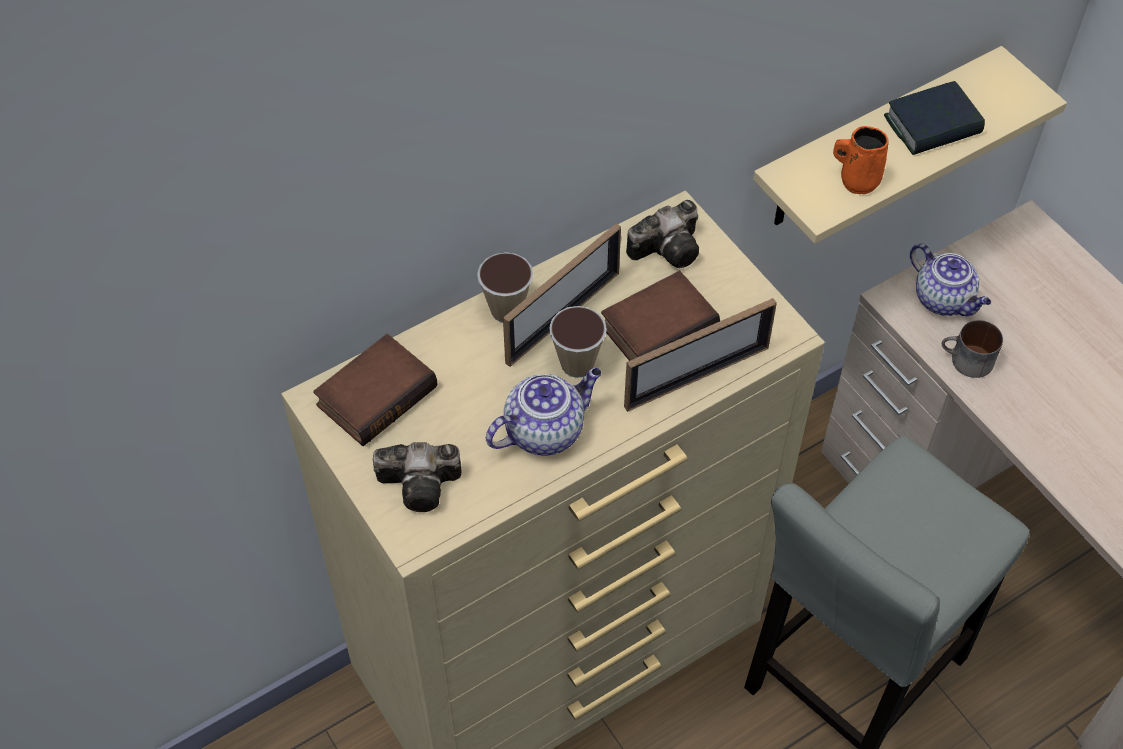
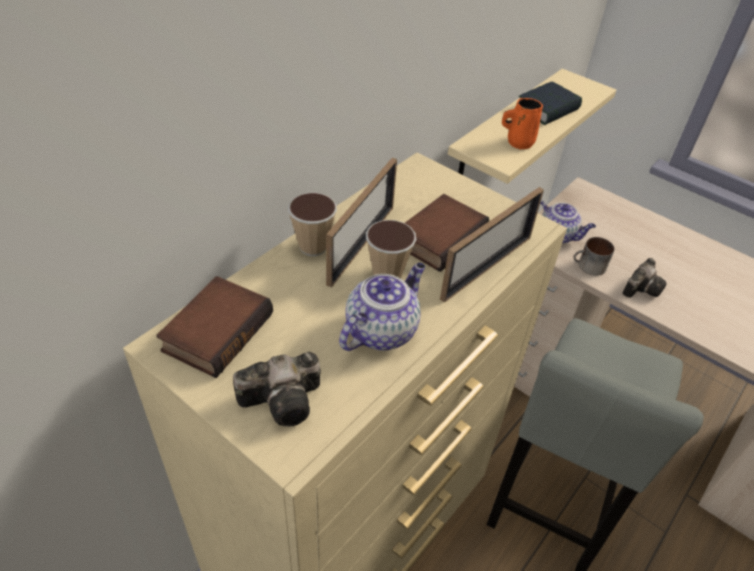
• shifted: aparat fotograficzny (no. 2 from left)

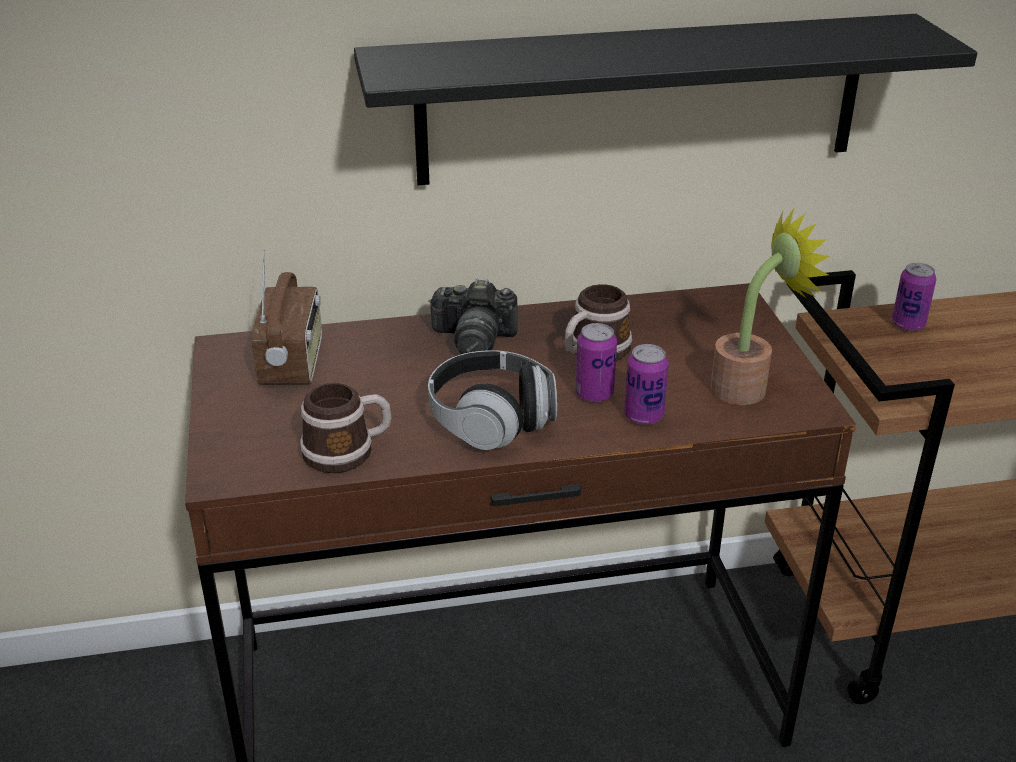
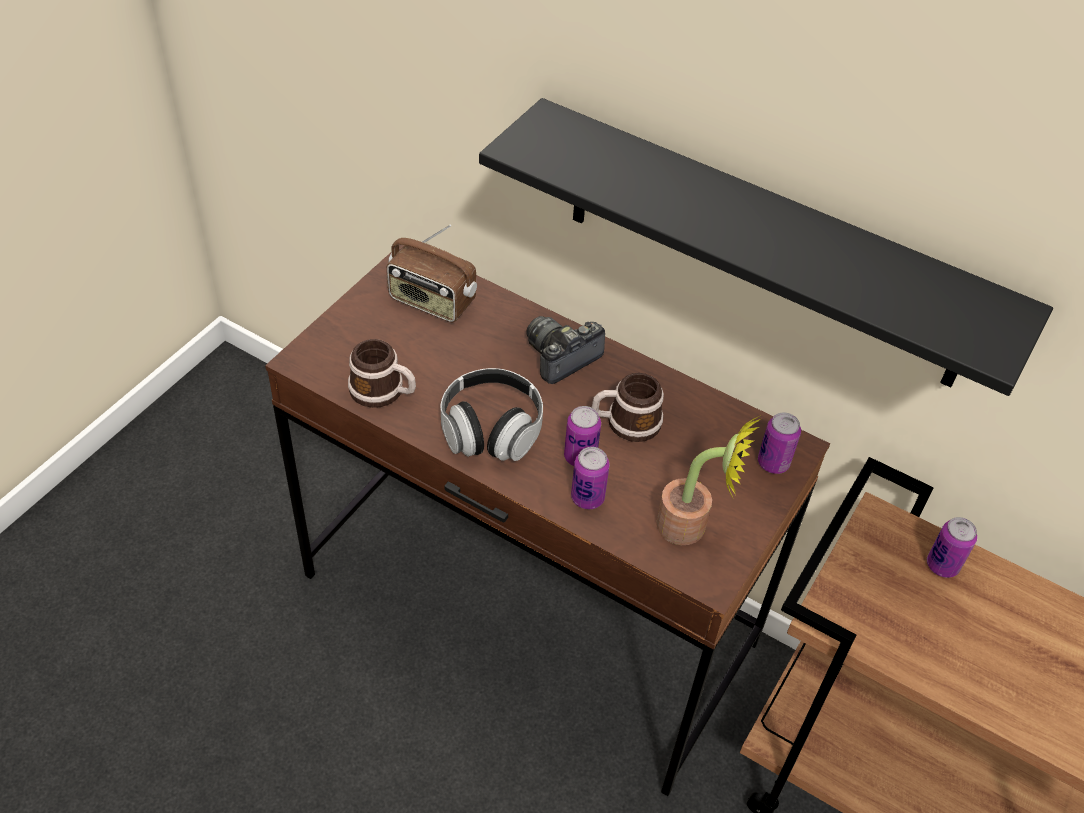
• rotated: radio 75 degrees clockwise
• rotated: aparat fotograficzny 90 degrees clockwise
• new: puszka (no. 3 from left)

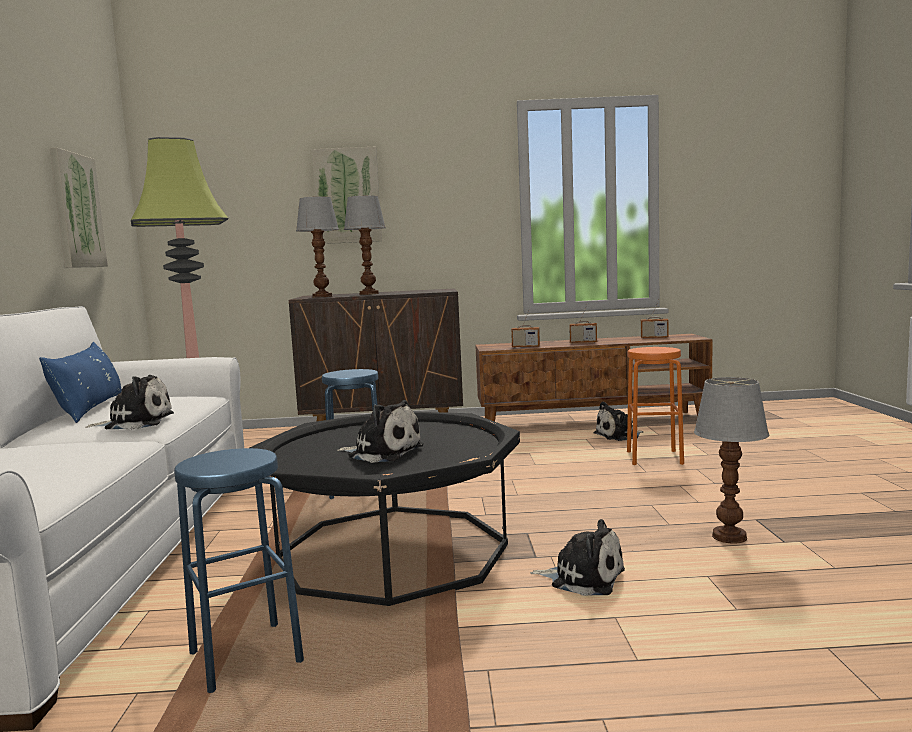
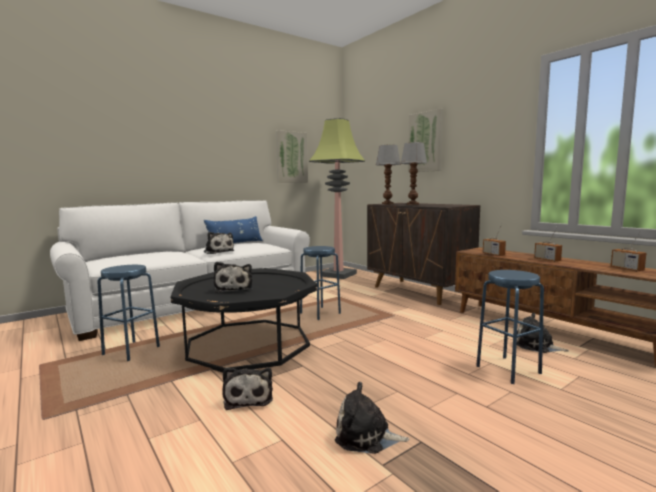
• repainted: stołek/pomarańczowy to stołek/niebieski (no. 3 from left)
• swapped: lampa stołowa (no. 3 from left) to pluszak (no. 4 from left)

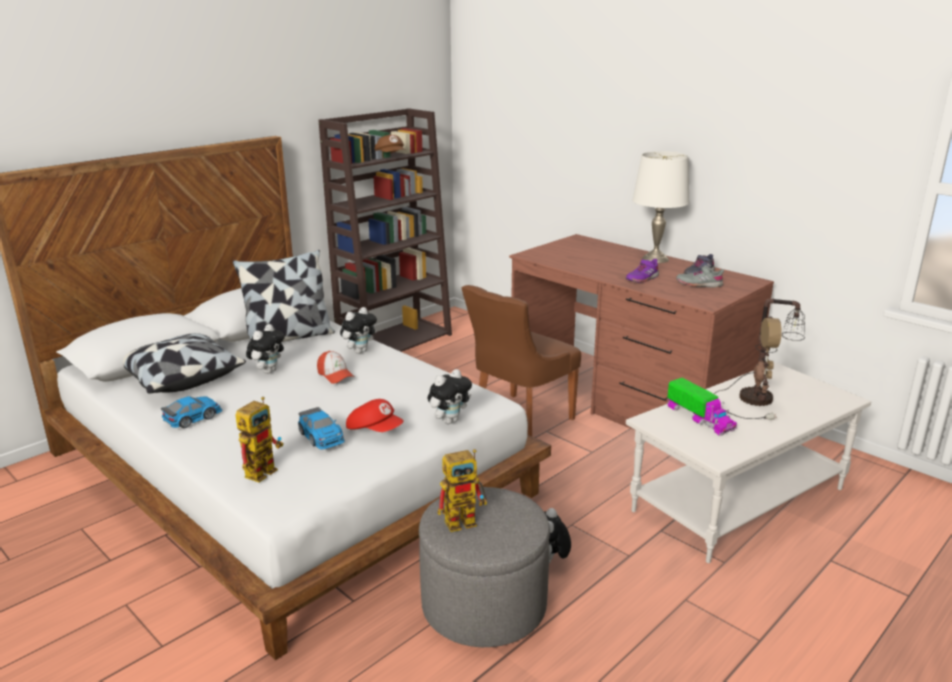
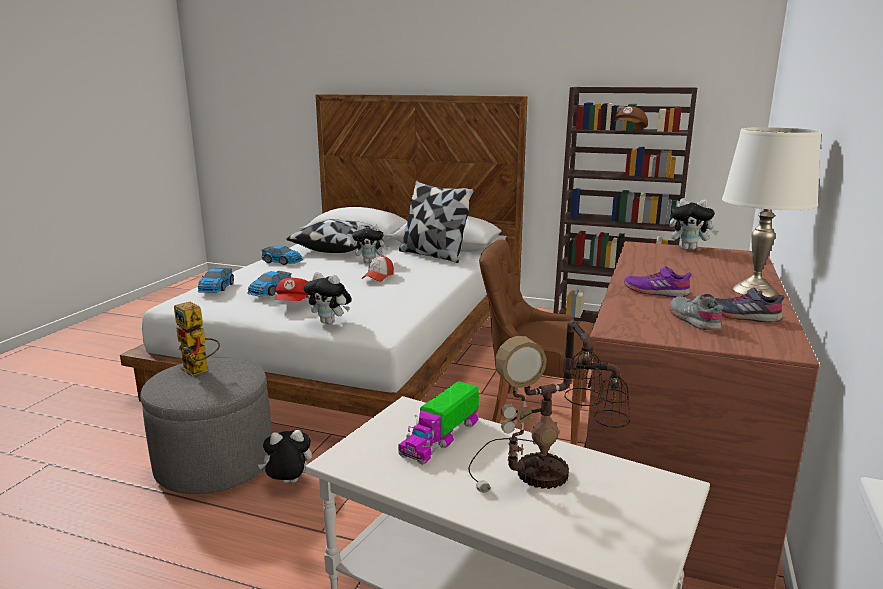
• shifted: pluszak (no. 2 from left in the first image) to pluszak (no. 4 from left)
• swapped: robot zabawkowy (no. 1 from left) to samochodzik (no. 1 from left)

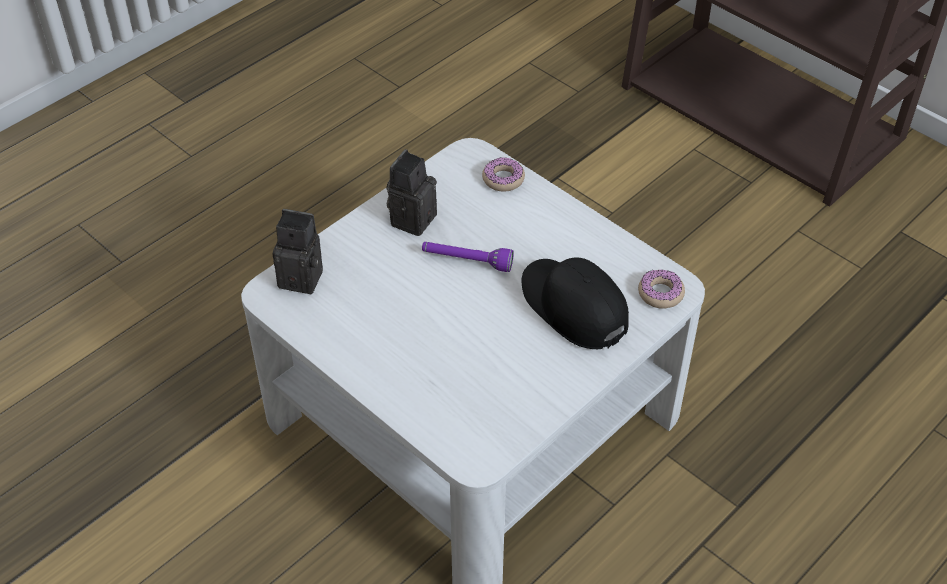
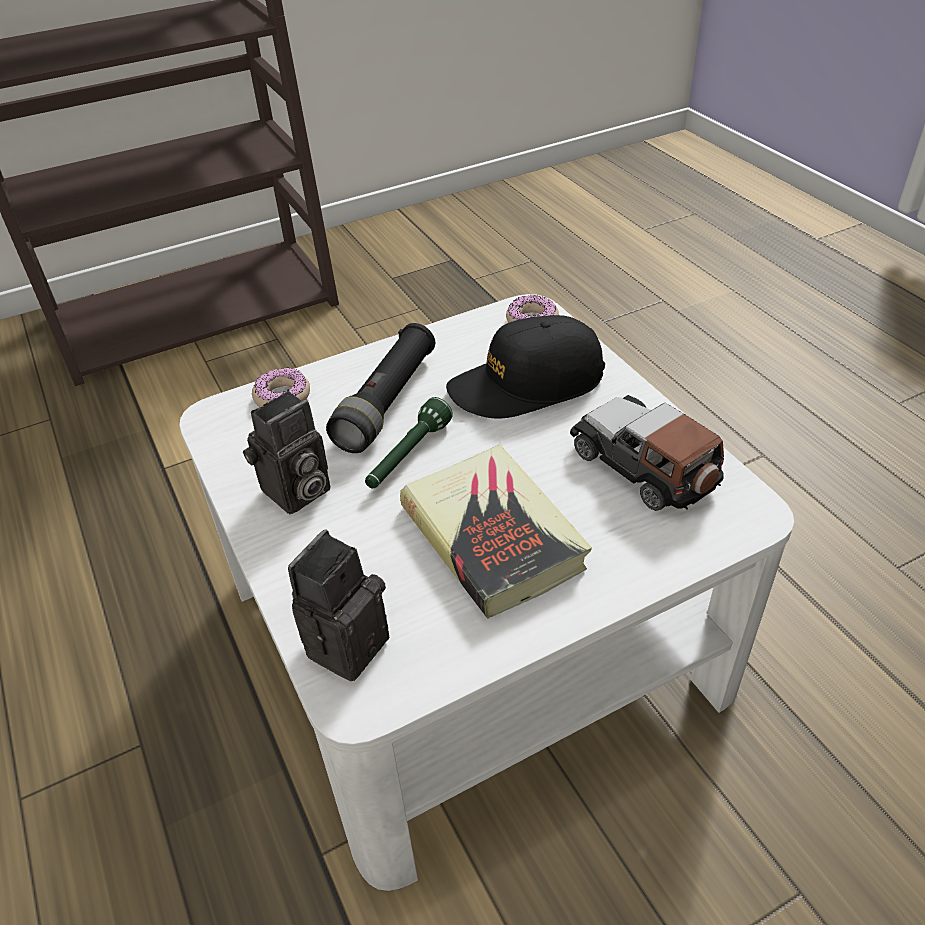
• rotated: aparat fotograficzny (no. 2 from left in the first image) 90 degrees counterclockwise
• repainted: latarka/fioletowy to latarka/zielony
• new: latarka/czarny
• new: samochodzik
• new: książka

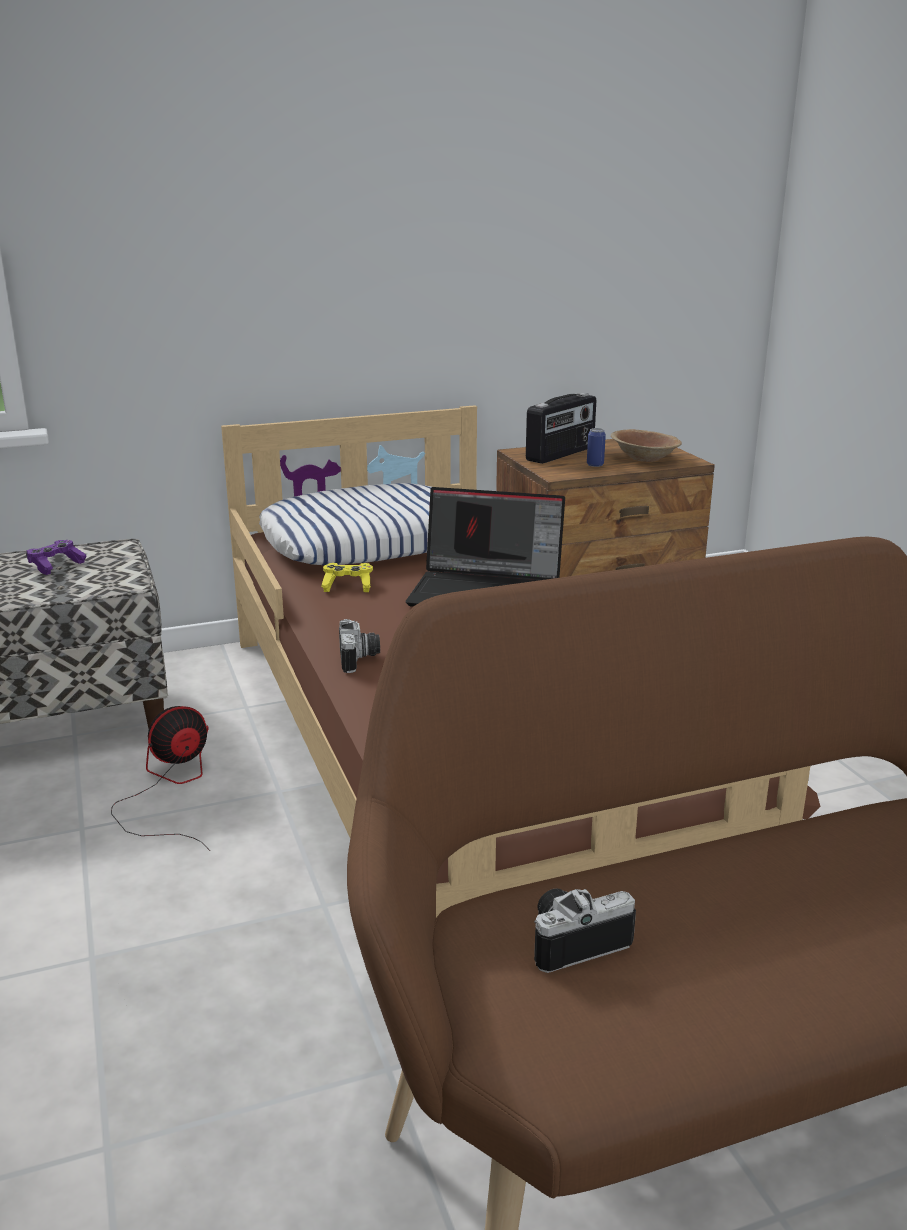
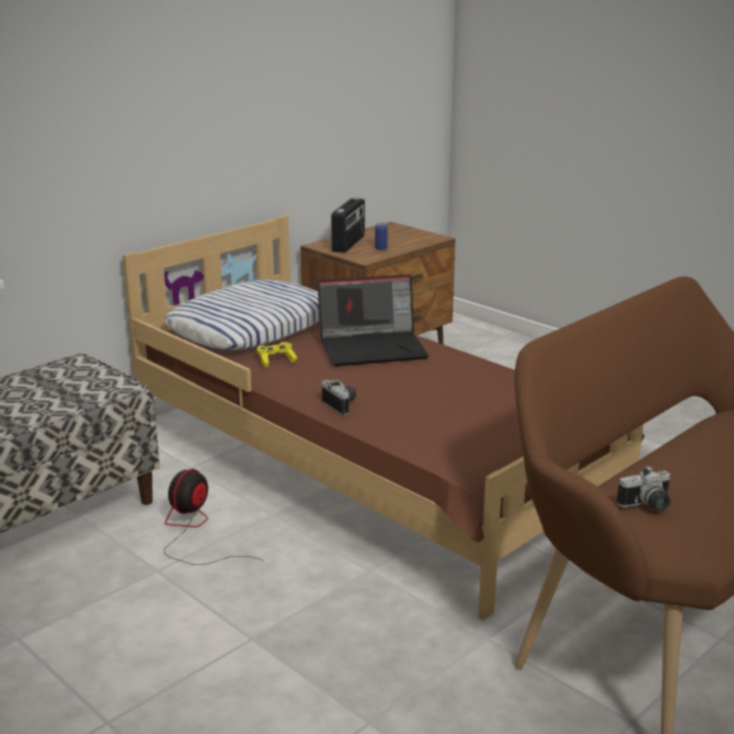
• gone: miska/brązowy
• gone: pad do gier/fioletowy
• rotated: aparat fotograficzny (no. 2 from left) 150 degrees counterclockwise

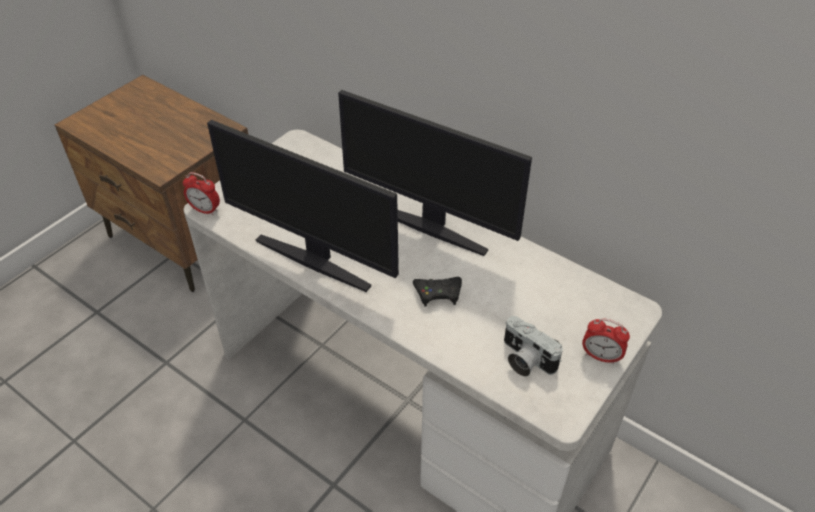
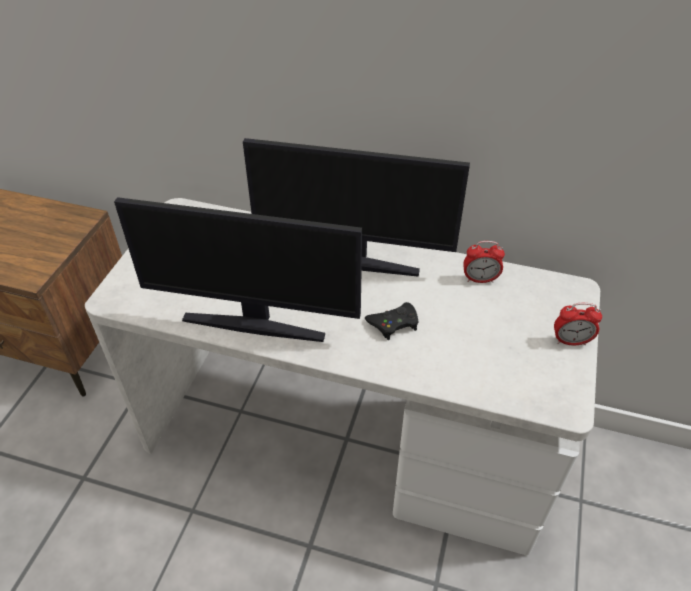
• shifted: budzik (no. 1 from left)
• gone: aparat fotograficzny

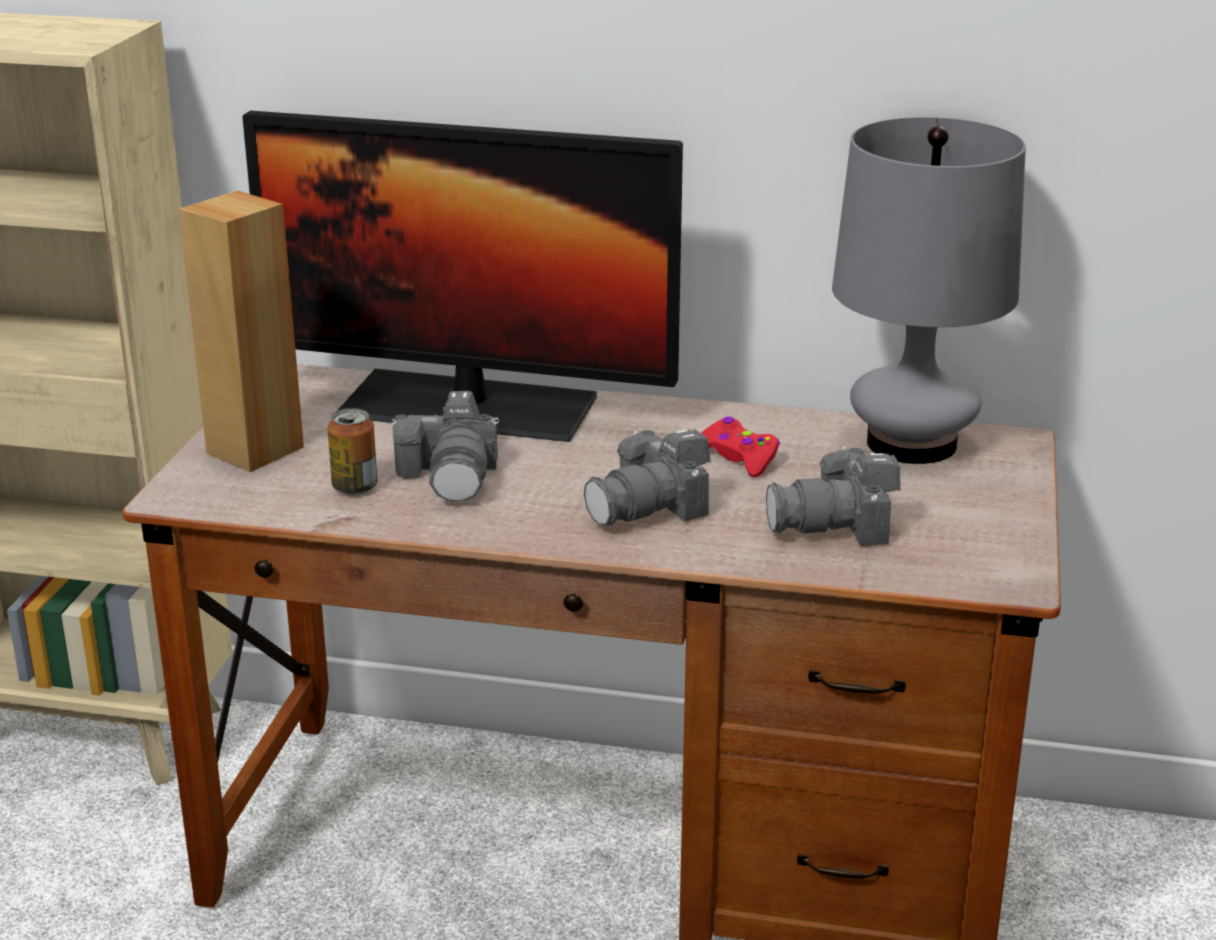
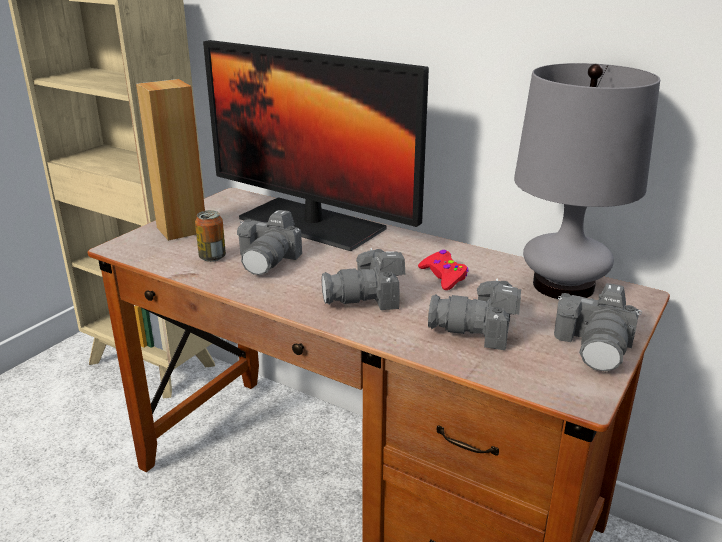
• new: aparat fotograficzny (no. 4 from left)

